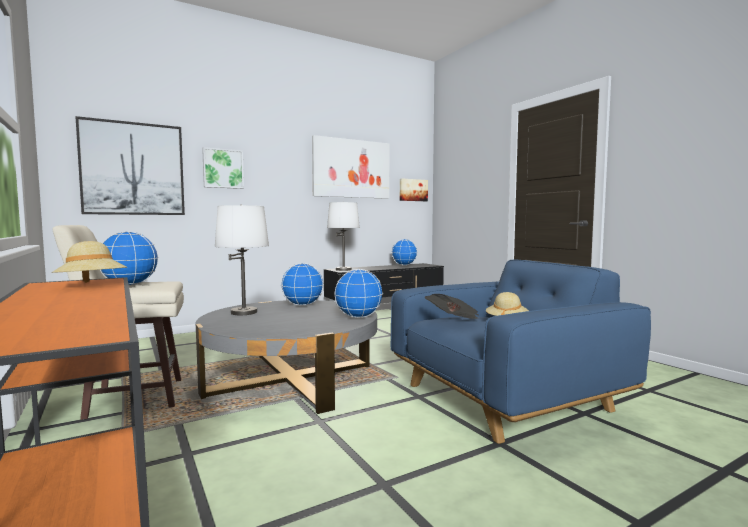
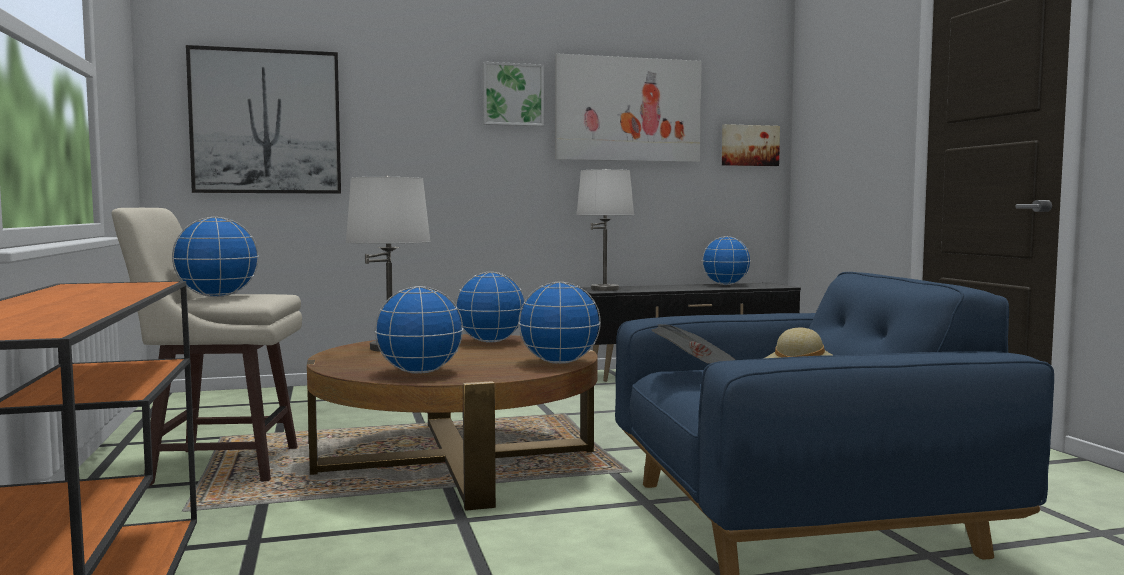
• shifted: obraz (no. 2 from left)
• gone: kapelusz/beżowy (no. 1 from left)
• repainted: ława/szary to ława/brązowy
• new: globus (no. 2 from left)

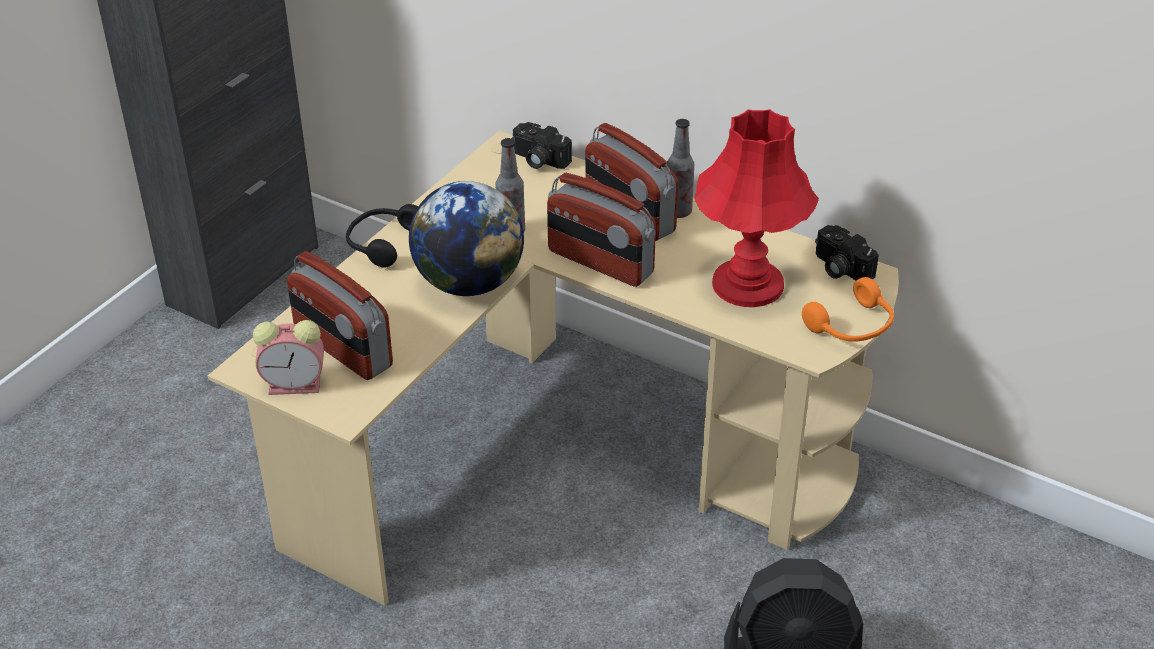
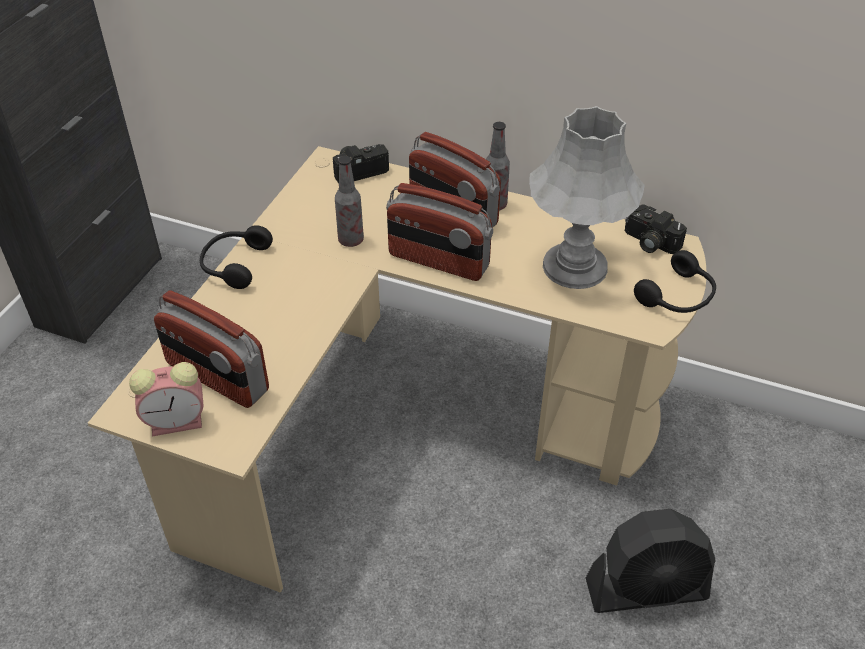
• repainted: lampa stołowa/czerwony to lampa stołowa/szary
• rotated: aparat fotograficzny (no. 1 from left) 135 degrees clockwise
• gone: globus
• repainted: słuchawki/pomarańczowy to słuchawki/czarny (no. 2 from left)

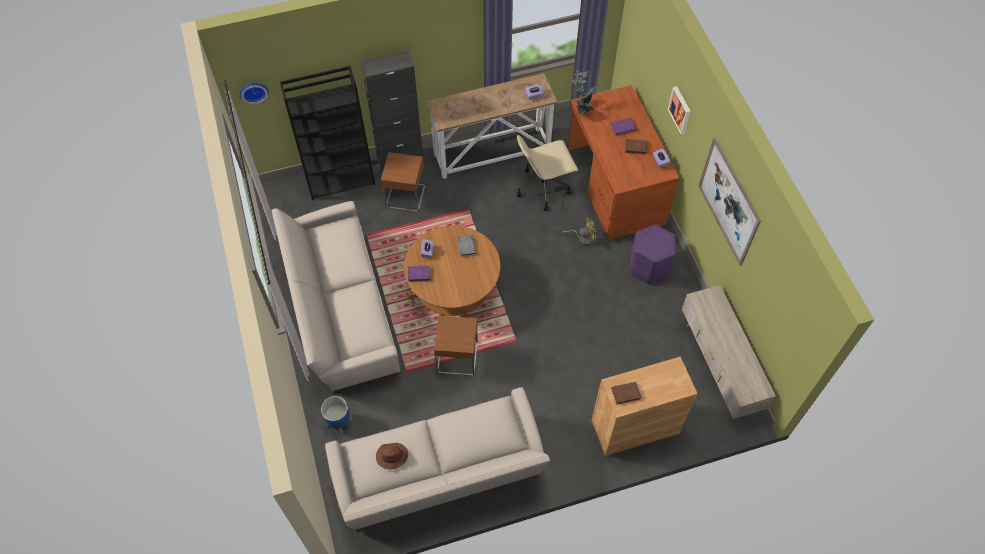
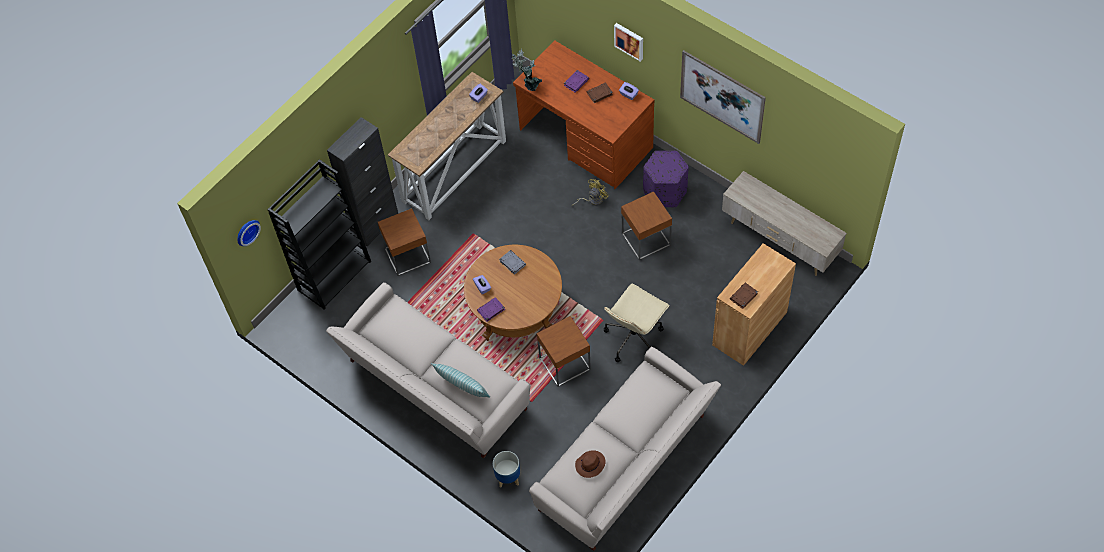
• shifted: krzesło biurowe/beżowy
• new: stolik/brązowy (no. 3 from left)
• new: poduszka

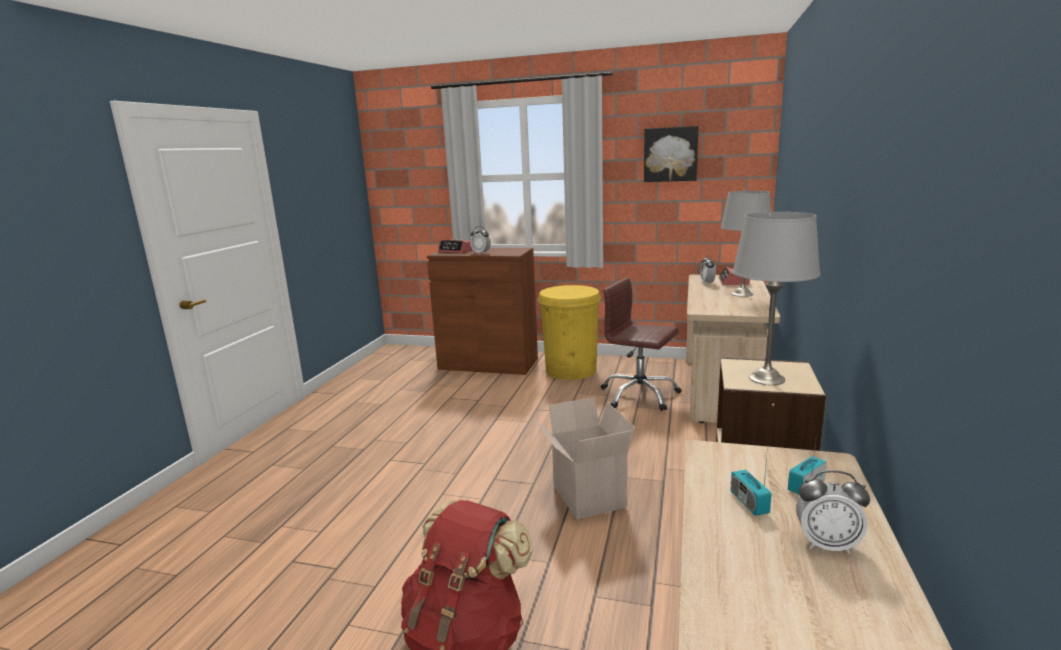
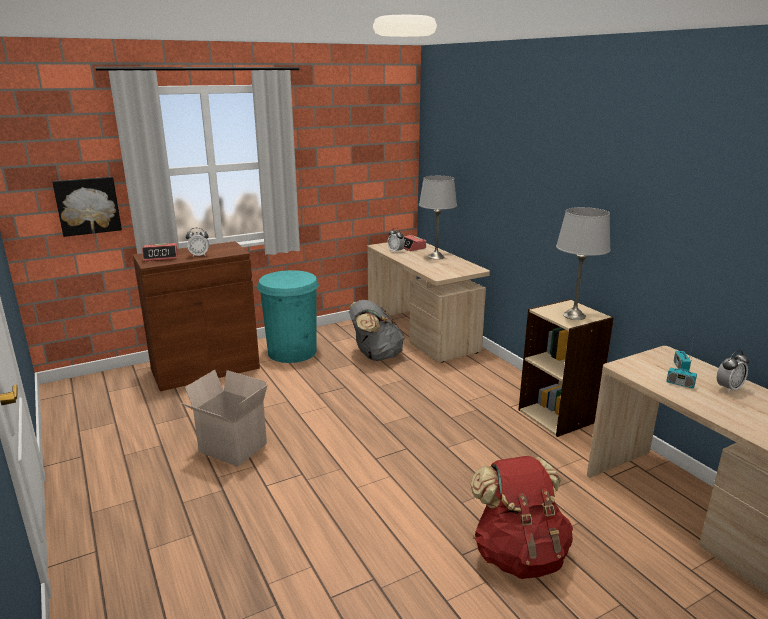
• shifted: obraz
• swapped: krzesło biurowe/brązowy to plecak/szary
• repainted: kosz na śmieci/żółty to kosz na śmieci/turkusowy
• shifted: karton

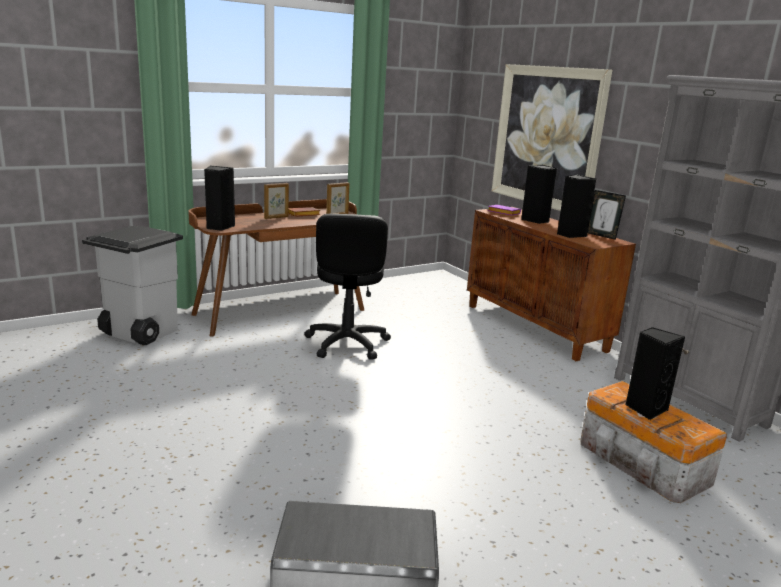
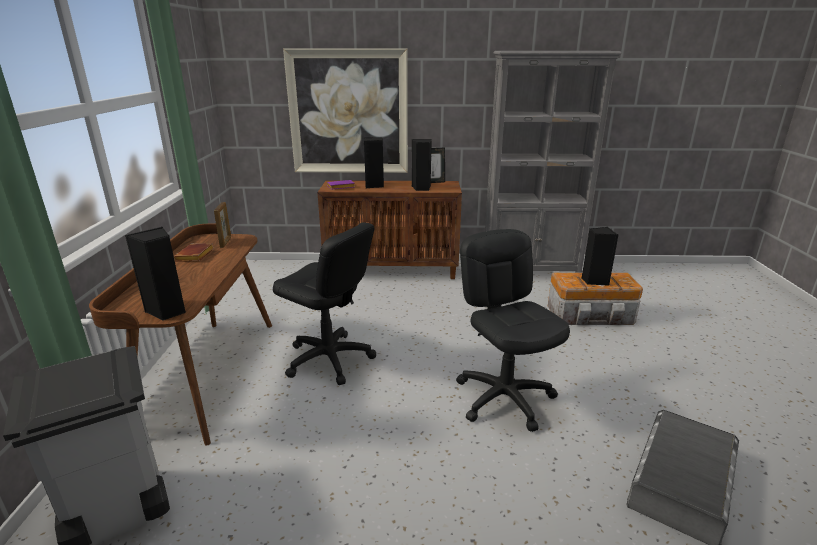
• gone: ramka na zdjęcie (no. 1 from left)
• new: krzesło biurowe/czarny (no. 2 from left)

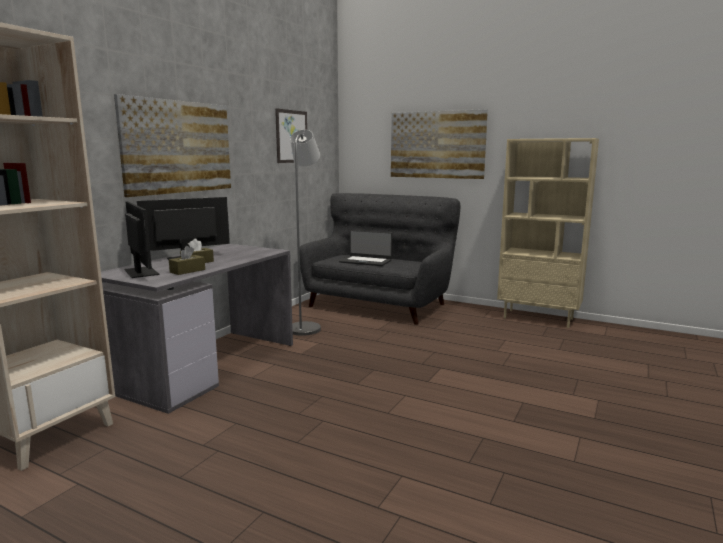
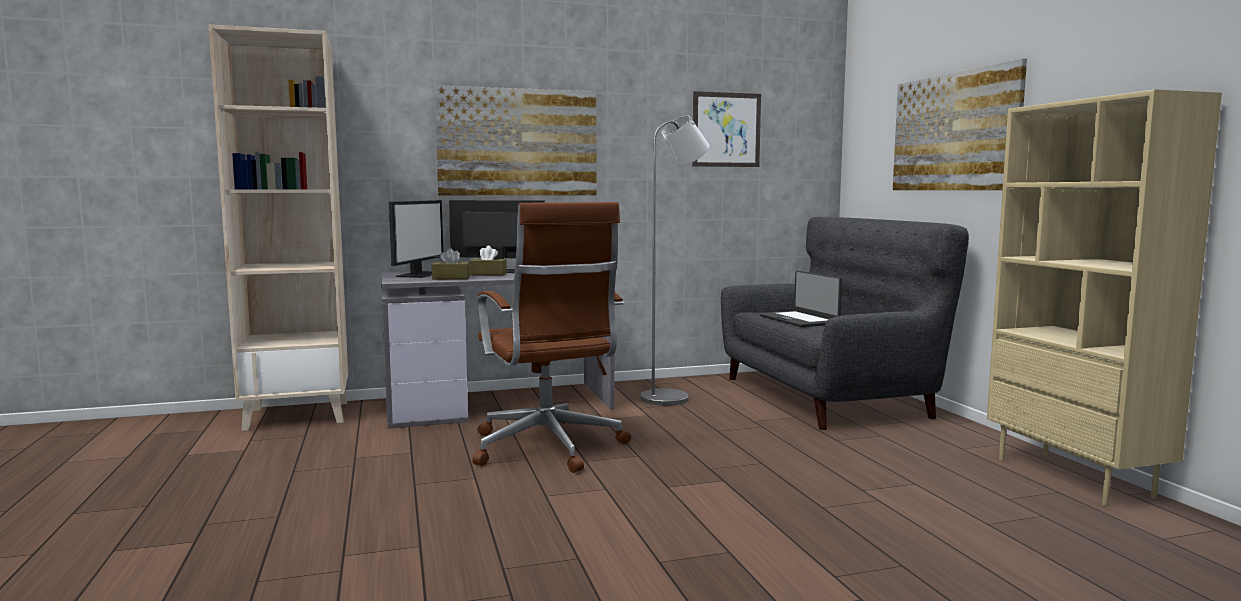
• new: krzesło biurowe/brązowy

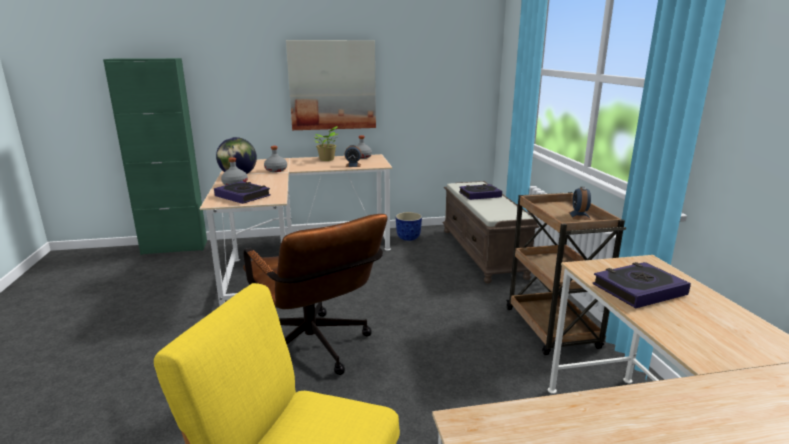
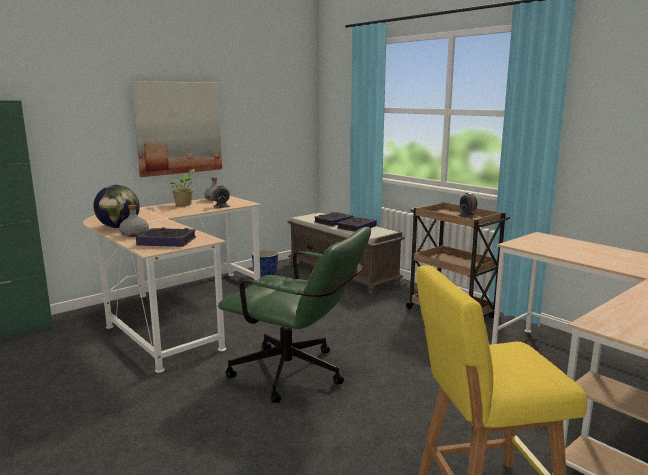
• gone: butelka/szary (no. 2 from left)
• repainted: krzesło biurowe/brązowy to krzesło biurowe/zielony
• shifted: książka (no. 3 from left)

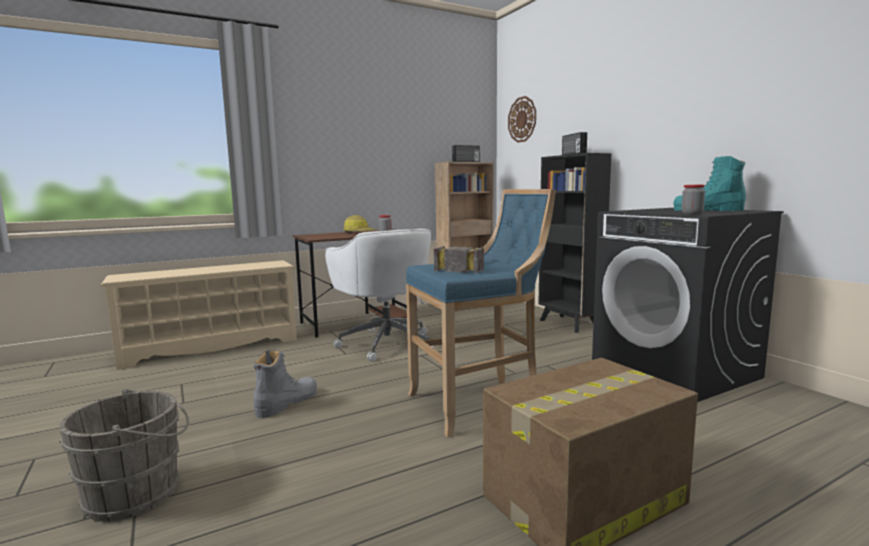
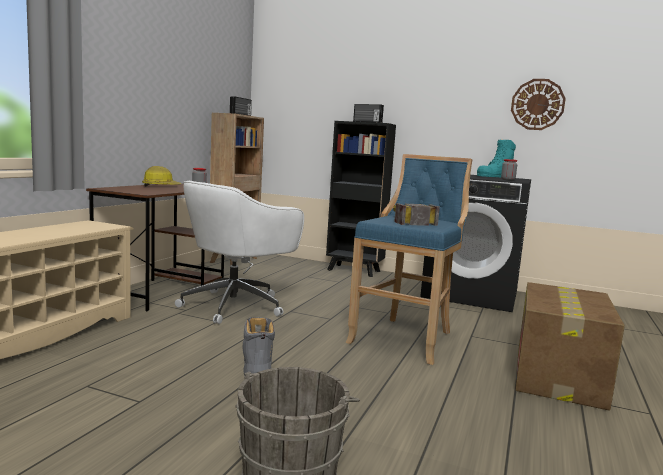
• shifted: zegar ścienny
• rotated: krzesło biurowe/biały 105 degrees clockwise

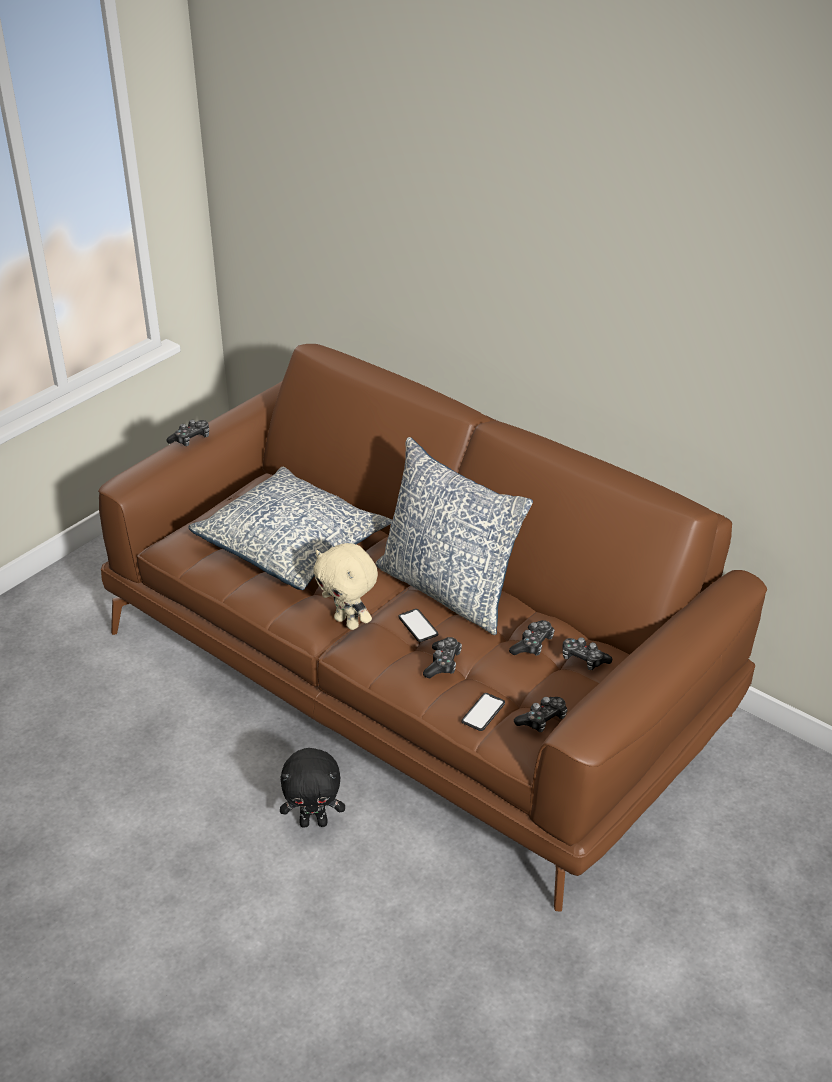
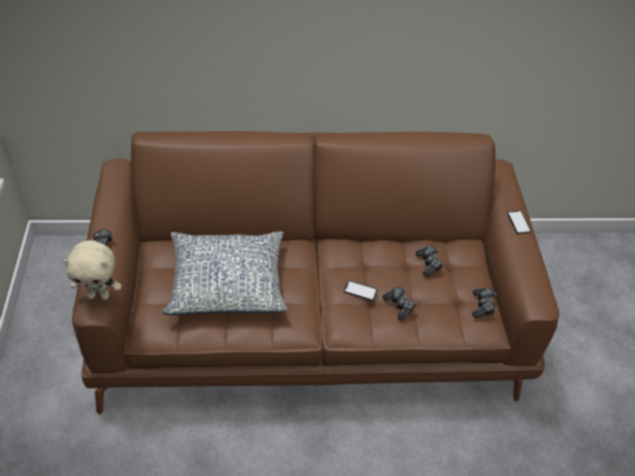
• gone: poduszka (no. 2 from left)
• shifted: pluszak/beżowy
• gone: pad do gier (no. 5 from left)
• shifted: telefon (no. 2 from left)
• gone: pluszak/czarny

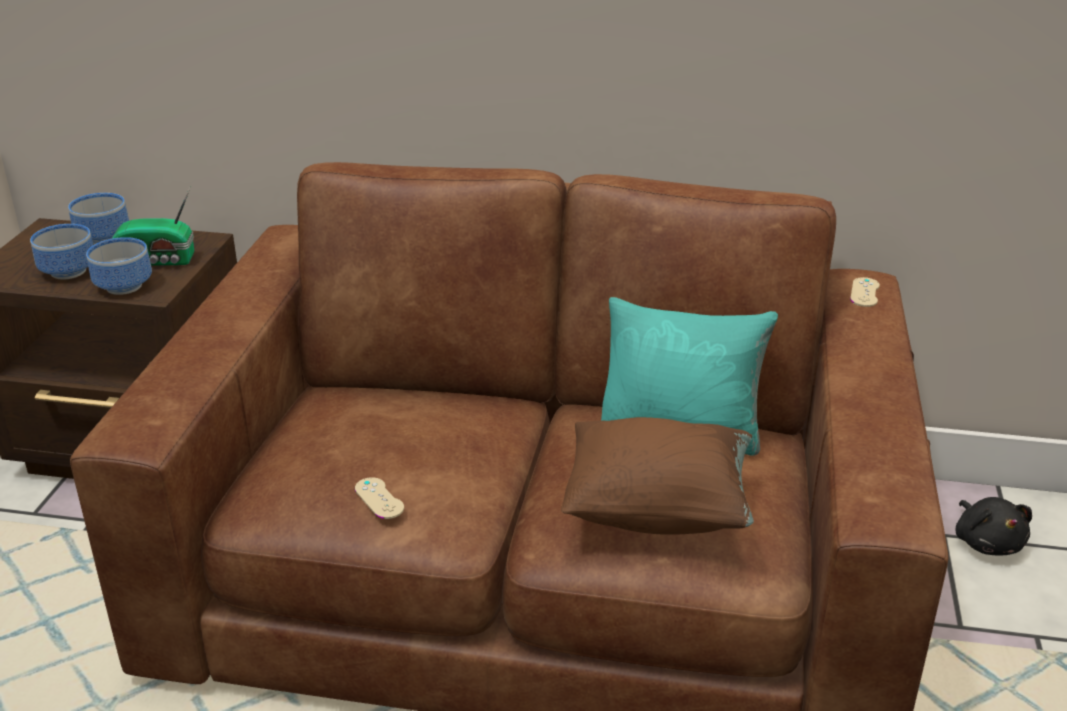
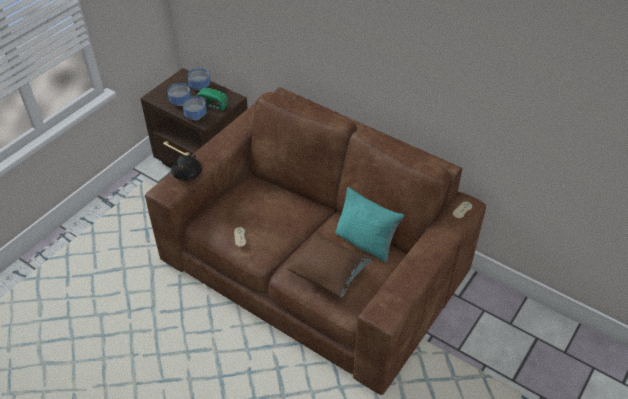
• shifted: pluszak/czarny

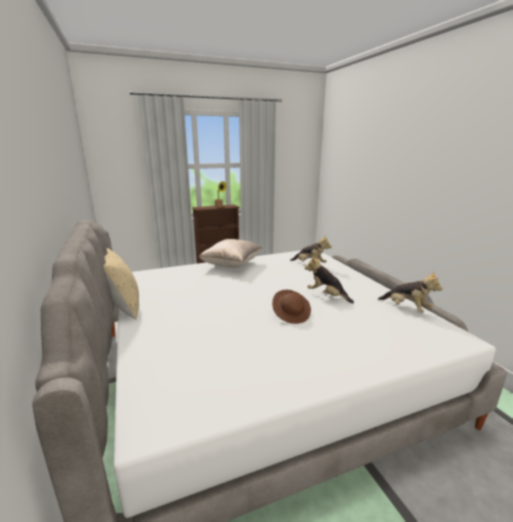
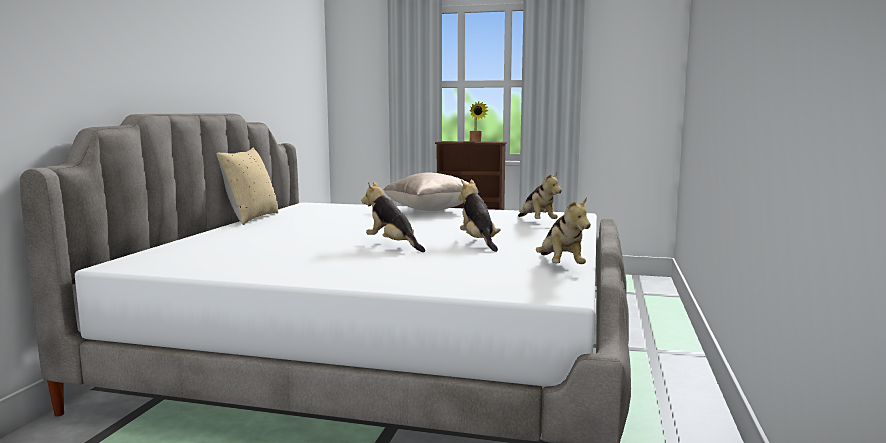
• swapped: kapelusz/brązowy to pluszak (no. 1 from left)

